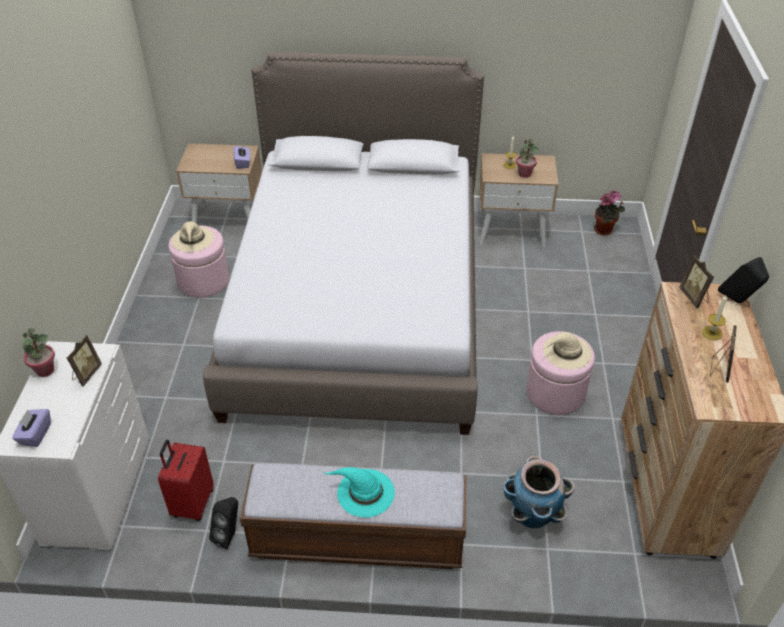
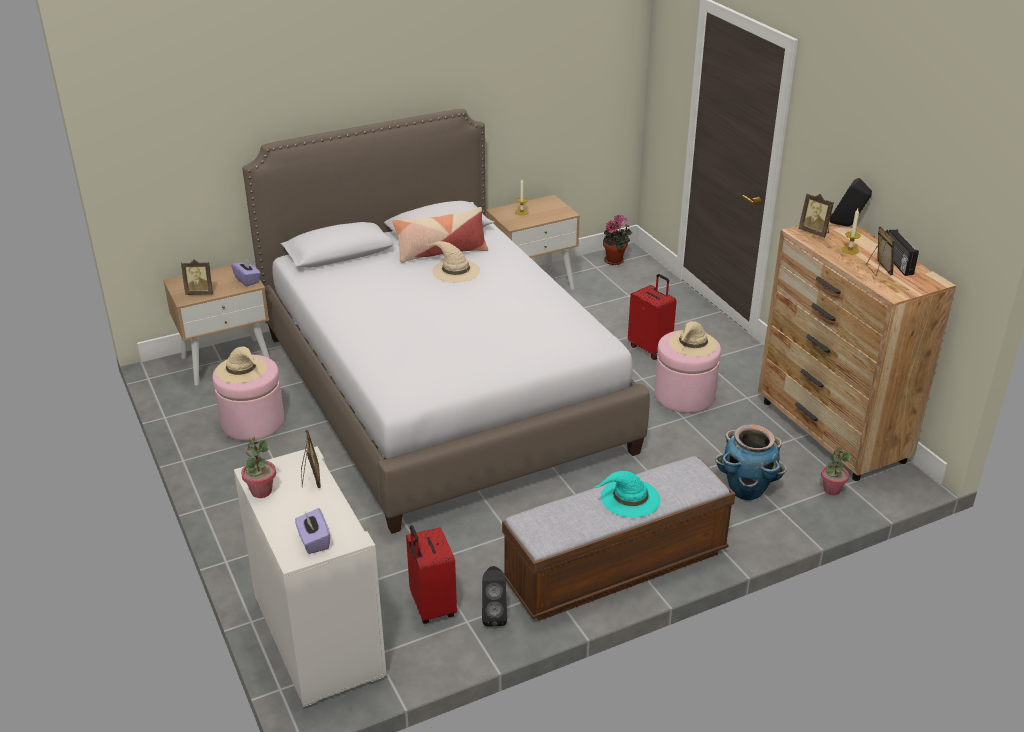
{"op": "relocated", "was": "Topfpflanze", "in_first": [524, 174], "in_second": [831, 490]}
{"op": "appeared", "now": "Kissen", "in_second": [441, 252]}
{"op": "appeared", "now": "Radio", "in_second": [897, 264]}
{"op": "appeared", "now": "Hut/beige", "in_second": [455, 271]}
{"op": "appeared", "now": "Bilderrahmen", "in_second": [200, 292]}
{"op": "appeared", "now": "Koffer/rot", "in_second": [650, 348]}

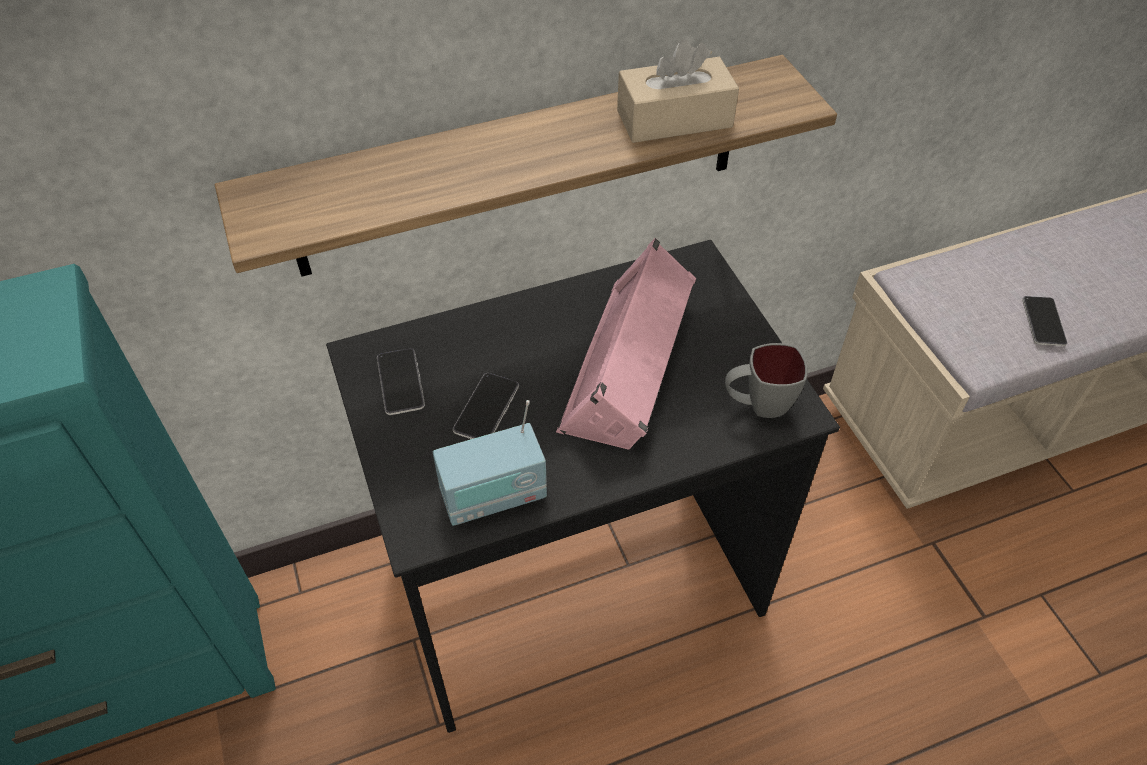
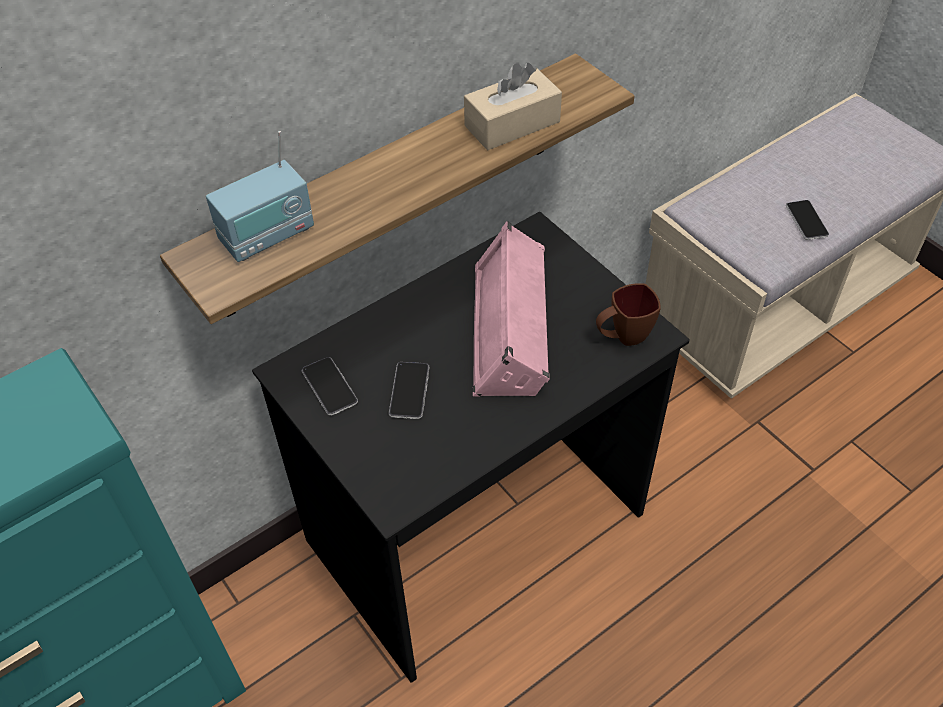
{"op": "colour", "was": "Henkelbecher/grau", "now": "Henkelbecher/braun", "in_first": [757, 406], "in_second": [622, 337]}
{"op": "relocated", "was": "Radio", "in_first": [494, 496], "in_second": [267, 236]}

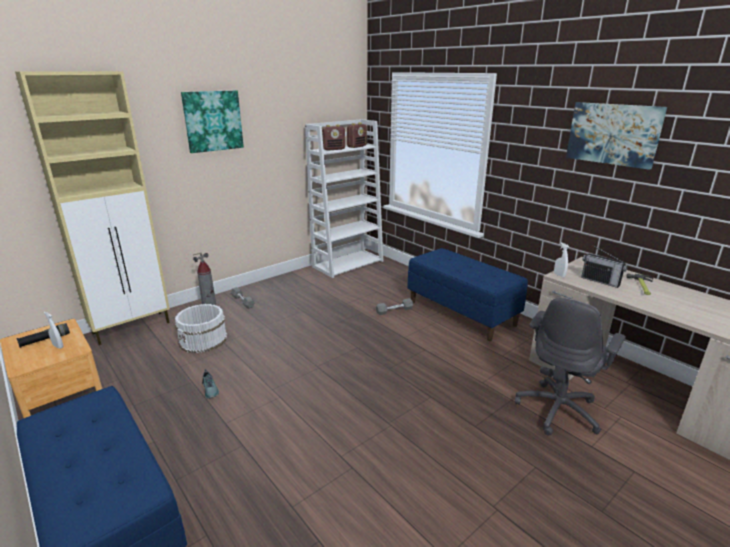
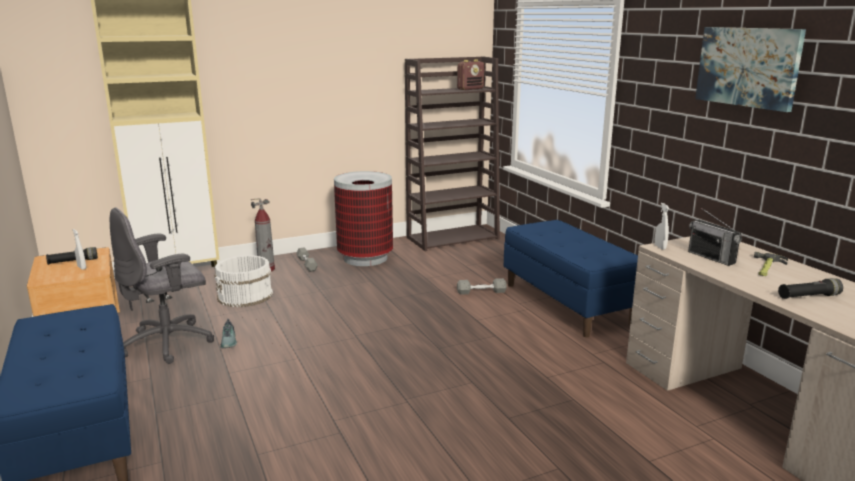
{"op": "missing", "was": "Bild", "in_first": [213, 121]}
{"op": "colour", "was": "Bücherregal/weiß", "now": "Bücherregal/braun", "in_first": [348, 263], "in_second": [453, 238]}
{"op": "missing", "was": "Radio", "in_first": [333, 149]}
{"op": "relocated", "was": "Bürostuhl/grau", "in_first": [558, 410], "in_second": [169, 343]}
{"op": "appeared", "now": "Mülleimer", "in_second": [365, 258]}
{"op": "appeared", "now": "Taschenlampe/schwarz", "in_second": [808, 297]}

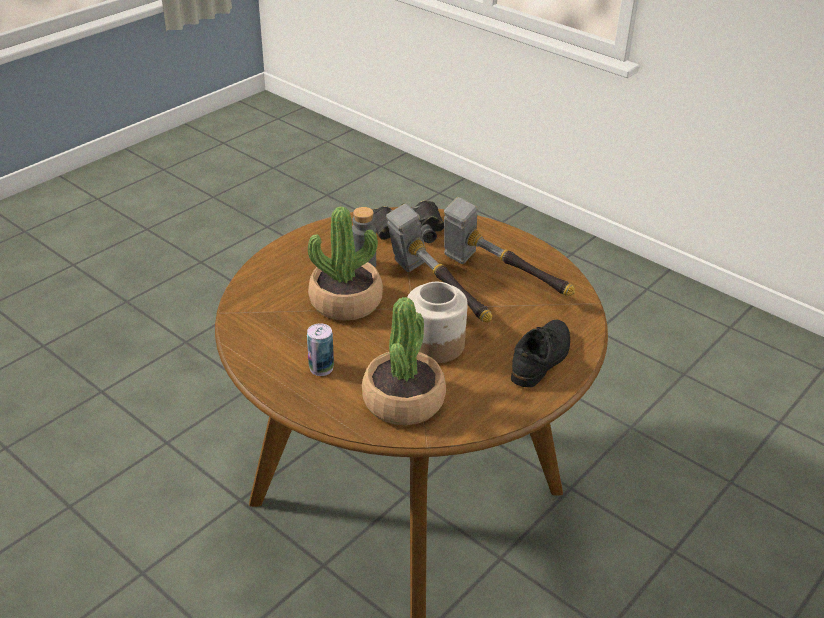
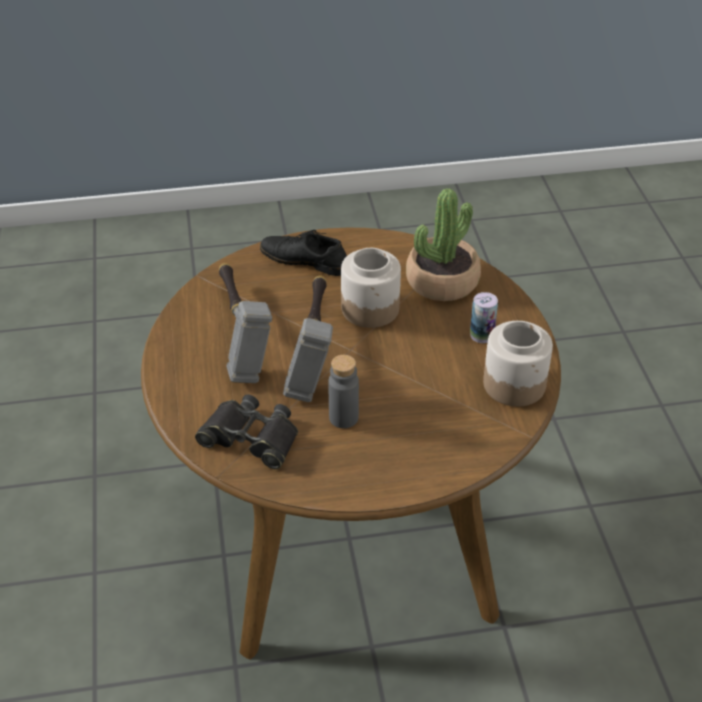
{"op": "missing", "was": "Topfpflanze", "in_first": [346, 301]}
{"op": "spun", "was": "Schuh/schwarz", "in_first": [541, 358], "in_second": [305, 260], "clockwise": 45}
{"op": "appeared", "now": "Vorratsglas", "in_second": [514, 384]}

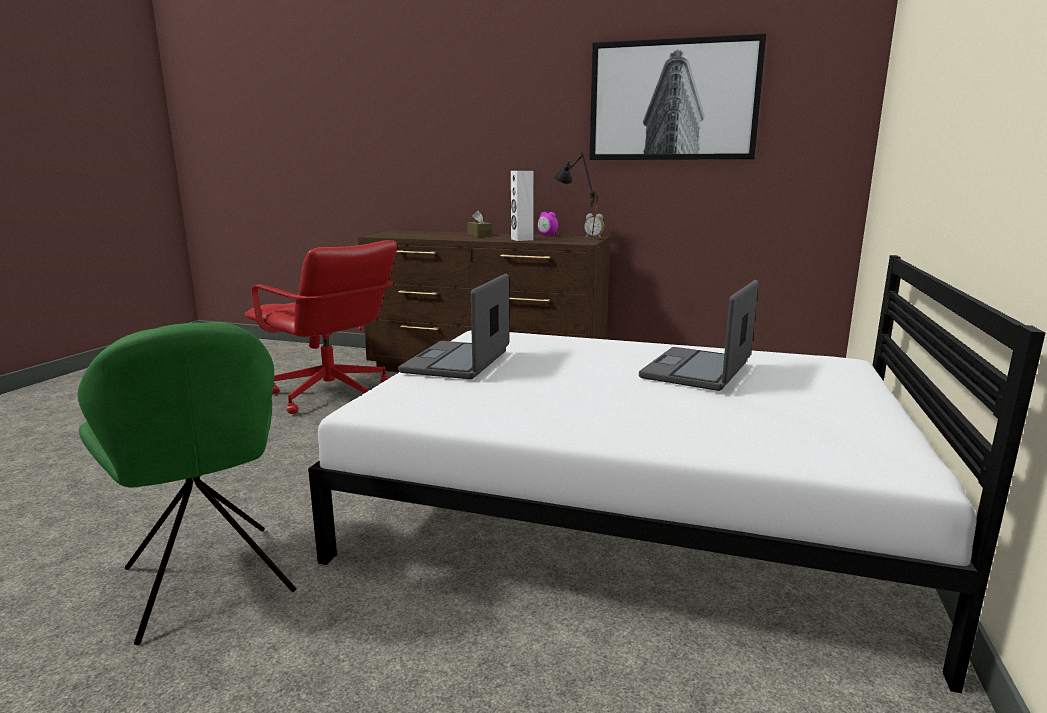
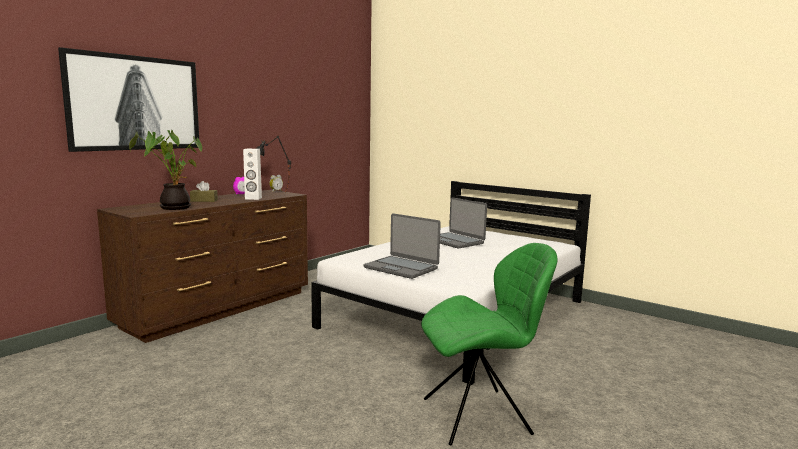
{"op": "relocated", "was": "Bild", "in_first": [673, 100], "in_second": [135, 103]}
{"op": "missing", "was": "Bürostuhl/rot", "in_first": [331, 395]}
{"op": "appeared", "now": "Topfpflanze", "in_second": [174, 207]}

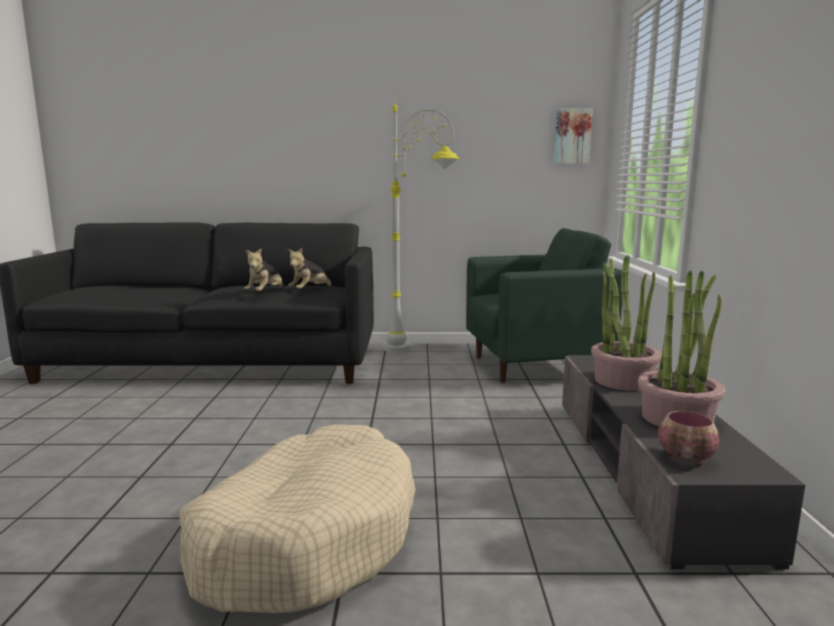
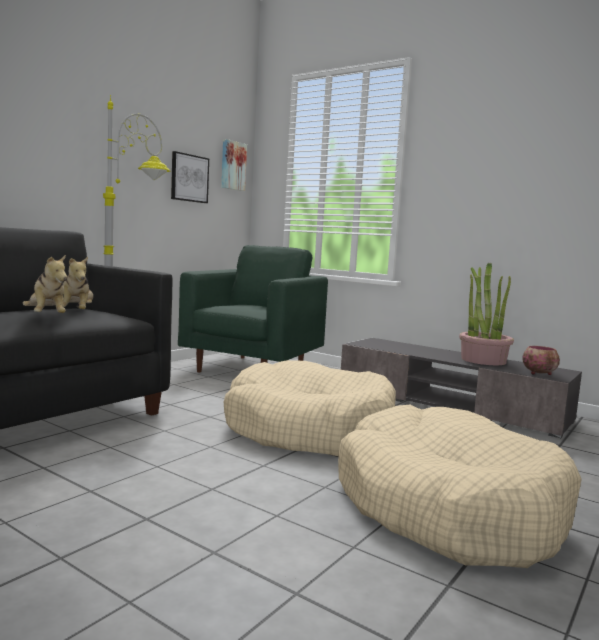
{"op": "missing", "was": "Topfpflanze", "in_first": [622, 380]}
{"op": "appeared", "now": "Bild", "in_second": [189, 178]}
{"op": "appeared", "now": "Hundebett/beige", "in_second": [309, 430]}

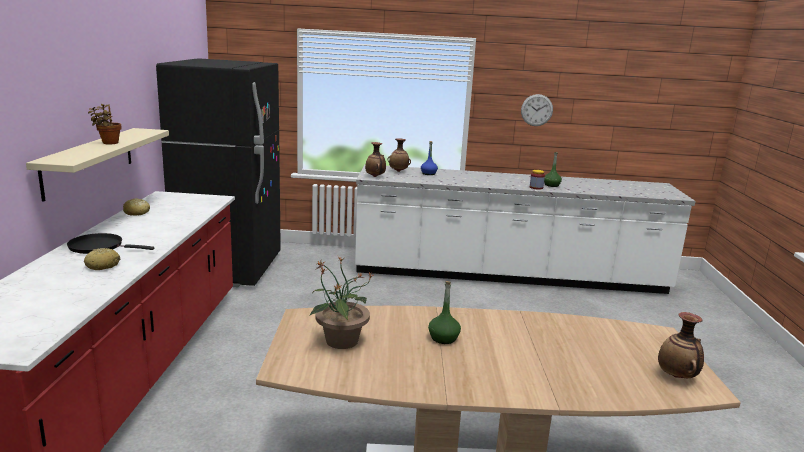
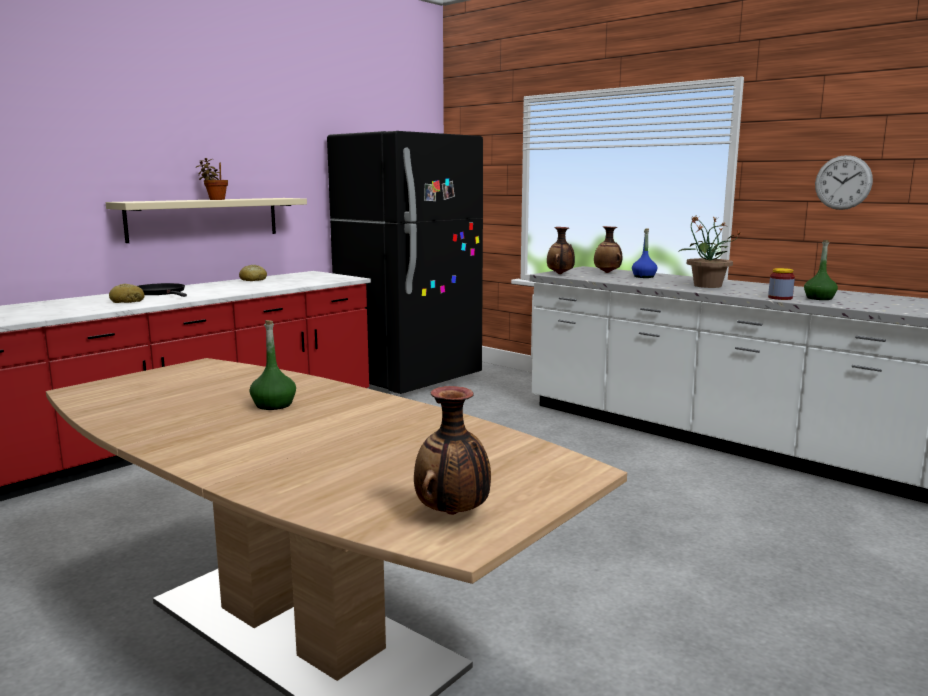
{"op": "relocated", "was": "Topfpflanze", "in_first": [341, 341], "in_second": [706, 286]}

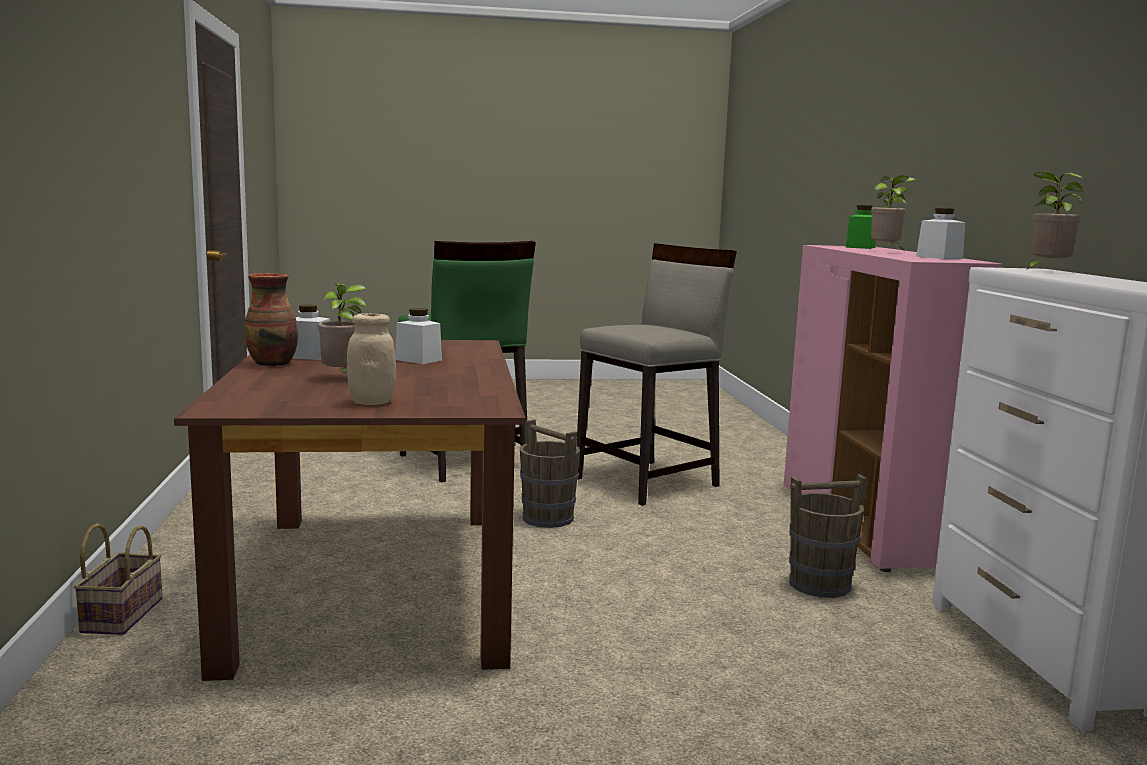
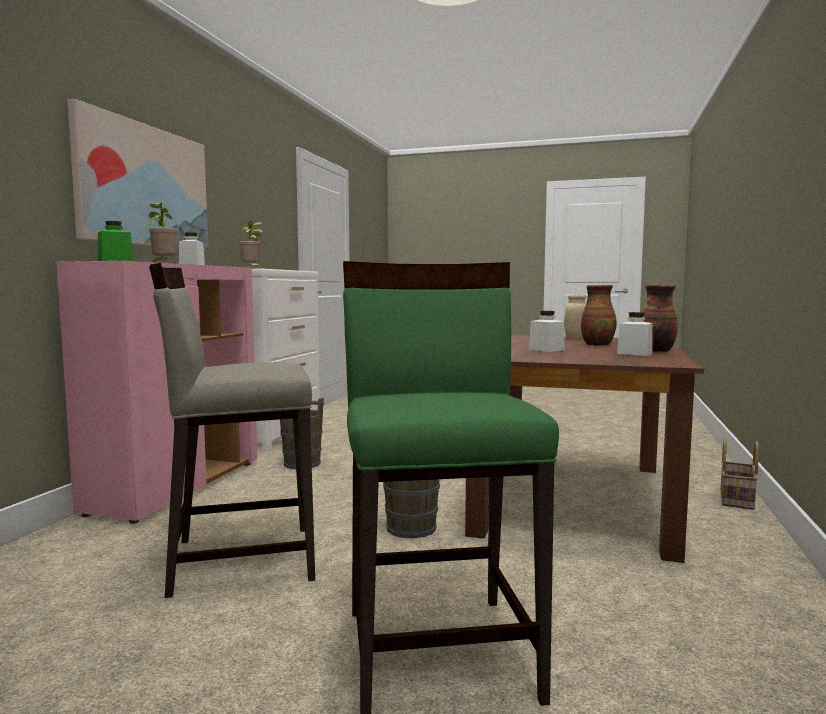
{"op": "exchanged", "was": "Topfpflanze", "now": "Vase", "in_first": [342, 378], "in_second": [597, 344]}
{"op": "appeared", "now": "Bild", "in_second": [144, 186]}

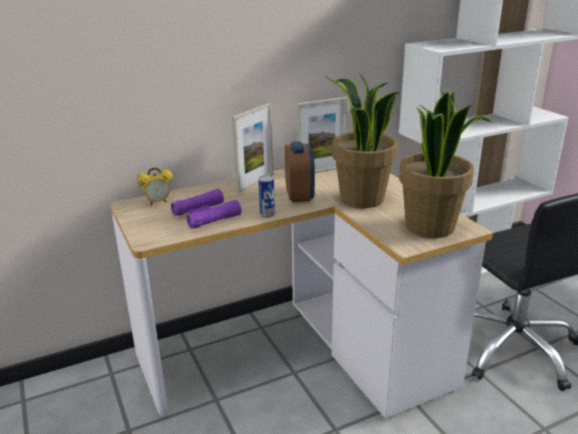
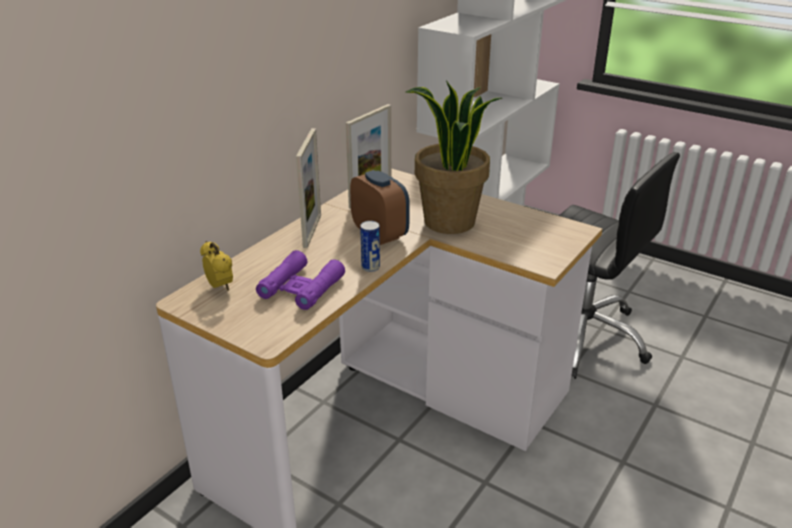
{"op": "missing", "was": "Topfpflanze", "in_first": [431, 227]}
{"op": "spun", "was": "Wecker", "in_first": [158, 202], "in_second": [220, 287], "clockwise": -75}

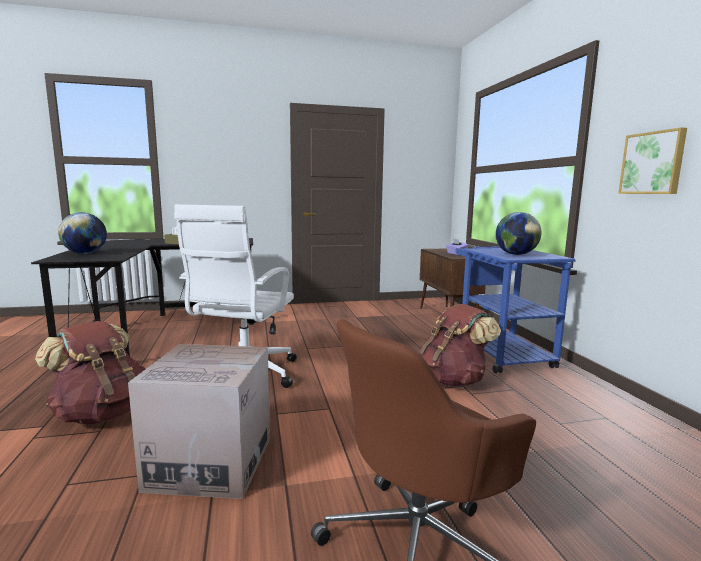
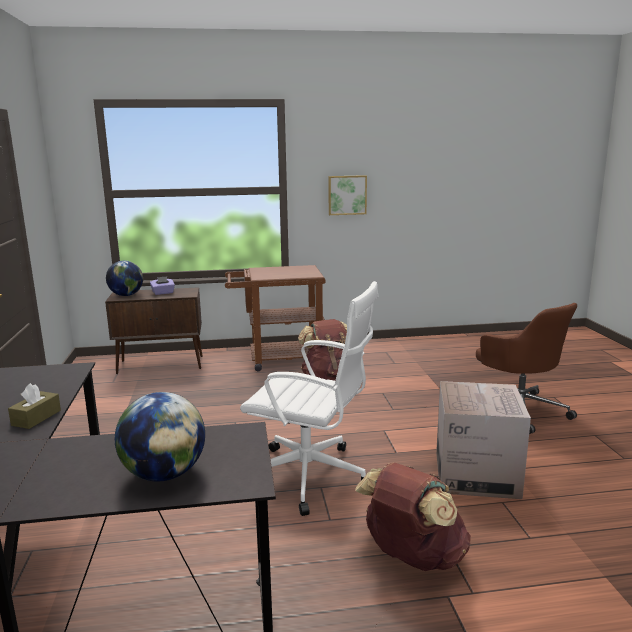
{"op": "relocated", "was": "Globus", "in_first": [516, 254], "in_second": [126, 295]}
{"op": "colour", "was": "Rollwagen/blau", "now": "Rollwagen/braun", "in_first": [499, 353], "in_second": [278, 360]}

